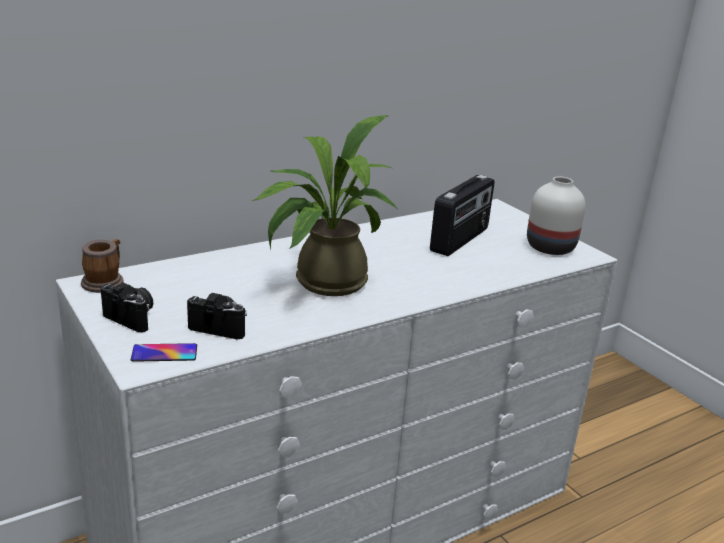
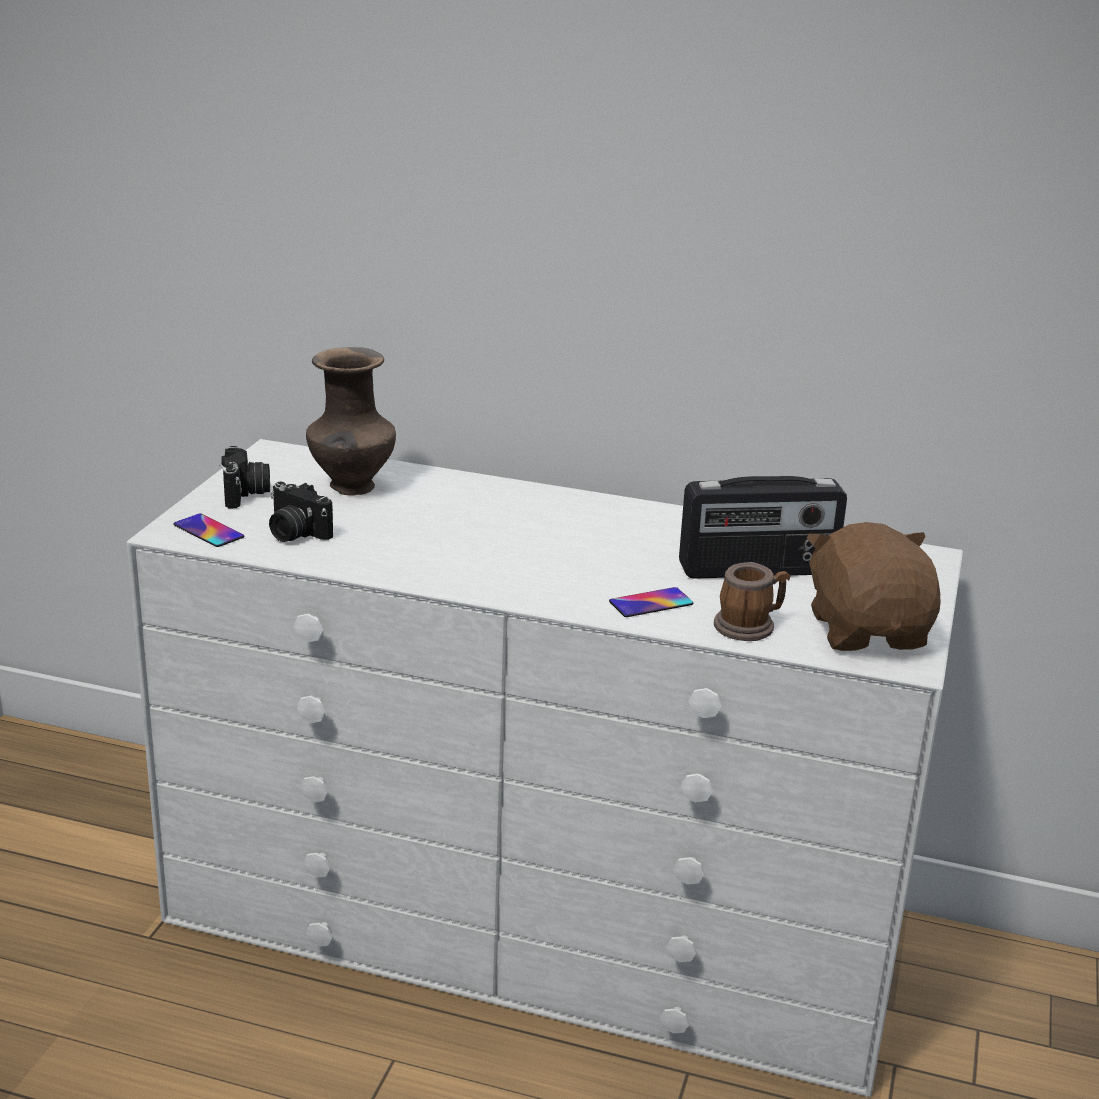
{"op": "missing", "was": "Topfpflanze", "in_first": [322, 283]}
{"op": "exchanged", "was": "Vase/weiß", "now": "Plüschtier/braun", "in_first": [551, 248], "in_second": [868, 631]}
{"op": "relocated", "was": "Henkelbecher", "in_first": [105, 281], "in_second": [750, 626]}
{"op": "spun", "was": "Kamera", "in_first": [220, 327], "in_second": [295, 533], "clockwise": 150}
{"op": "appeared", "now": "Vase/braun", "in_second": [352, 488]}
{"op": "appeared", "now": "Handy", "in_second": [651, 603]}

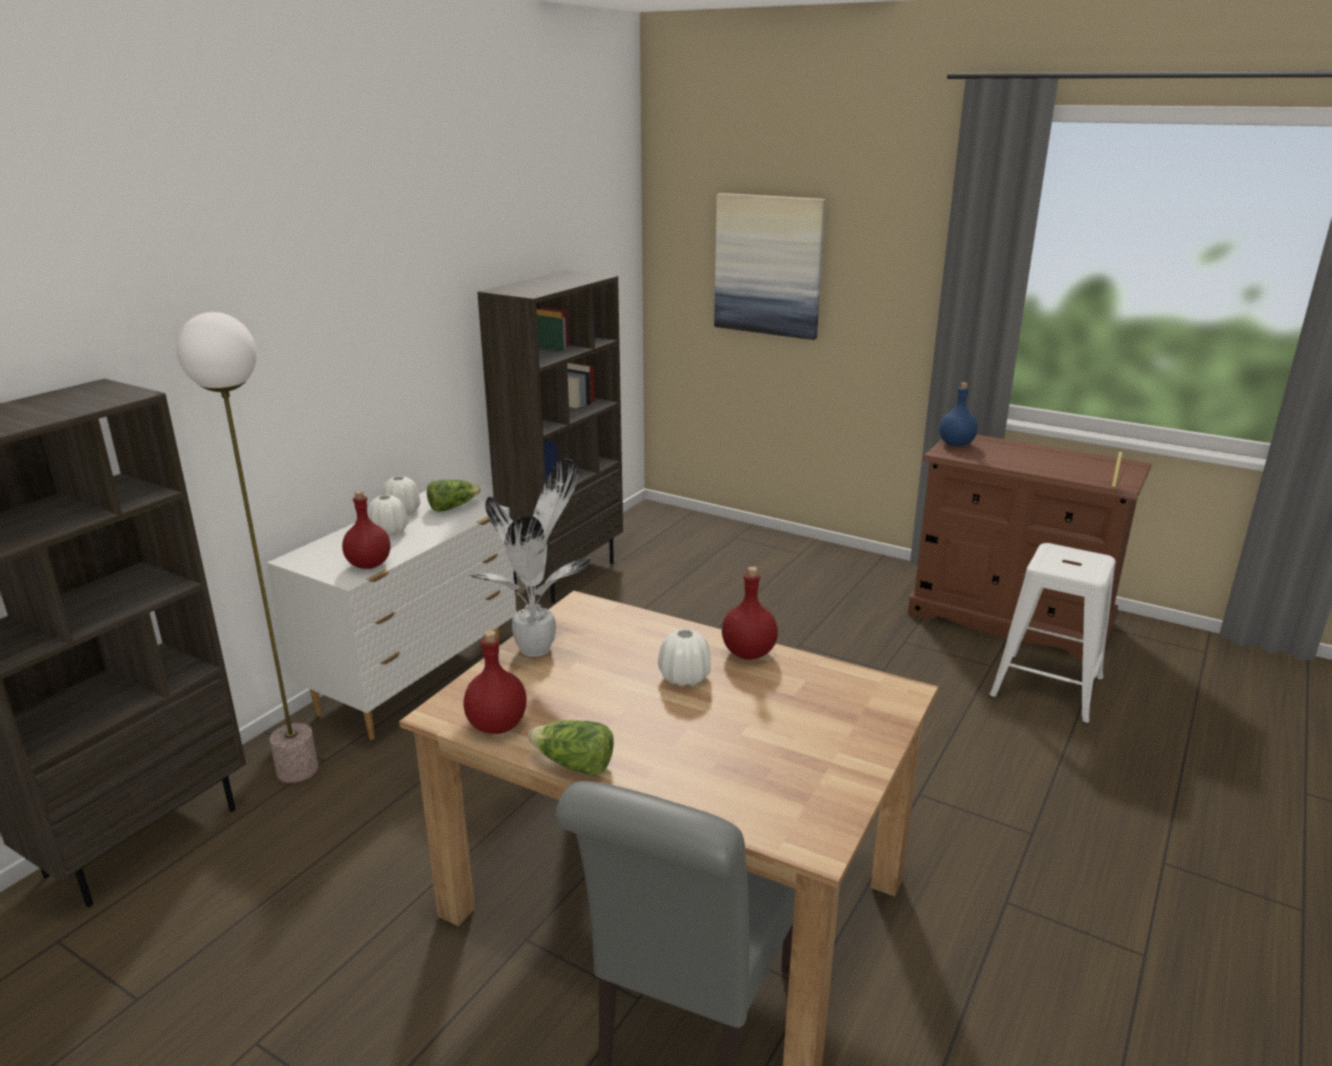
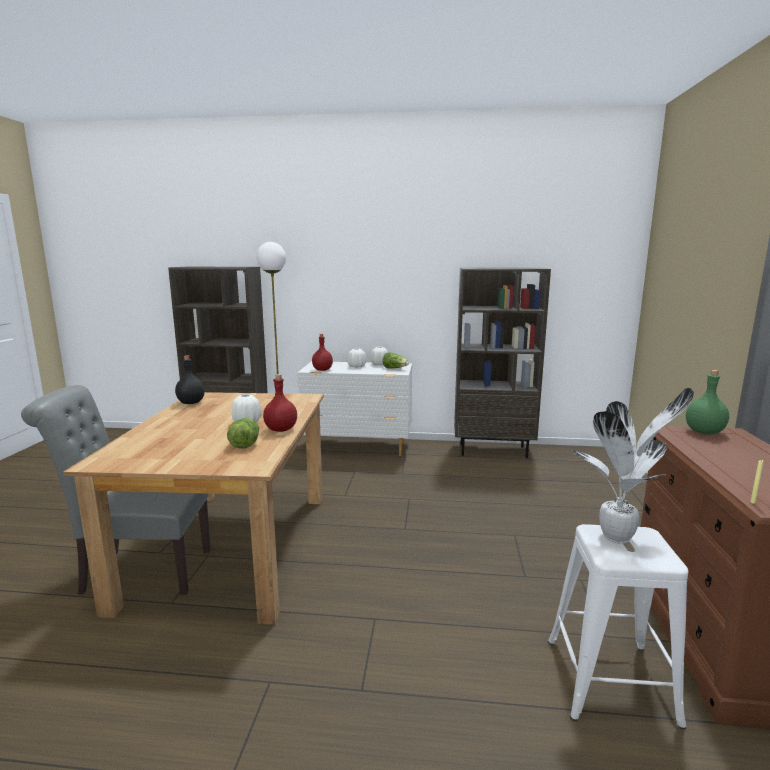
{"op": "missing", "was": "Bild", "in_first": [768, 265]}
{"op": "colour", "was": "Flasche/blau", "now": "Flasche/grün", "in_first": [956, 444], "in_second": [704, 432]}
{"op": "relocated", "was": "Topfpflanze", "in_first": [538, 648], "in_second": [619, 537]}
{"op": "colour", "was": "Flasche/rot", "now": "Flasche/schwarz", "in_first": [498, 726], "in_second": [191, 403]}
{"op": "relocated", "was": "Salatkopf", "in_first": [574, 765], "in_second": [245, 443]}

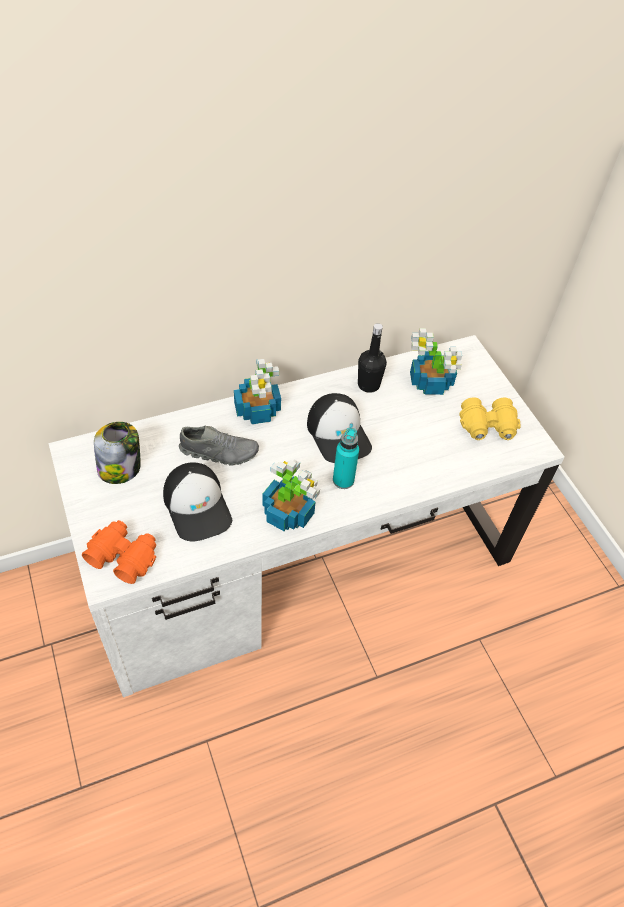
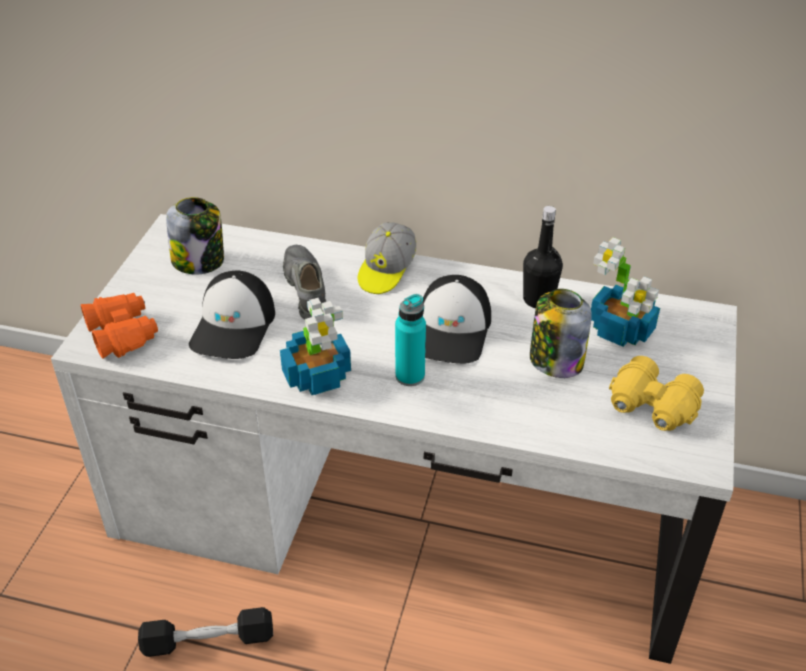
{"op": "exchanged", "was": "Topfpflanze", "now": "Kappe", "in_first": [258, 410], "in_second": [386, 270]}
{"op": "spun", "was": "Schuh/grau", "in_first": [219, 452], "in_second": [306, 290], "clockwise": -150}
{"op": "appeared", "now": "Vorratsglas", "in_second": [555, 360]}
{"op": "appeared", "now": "Hantel/schwarz", "in_second": [208, 641]}

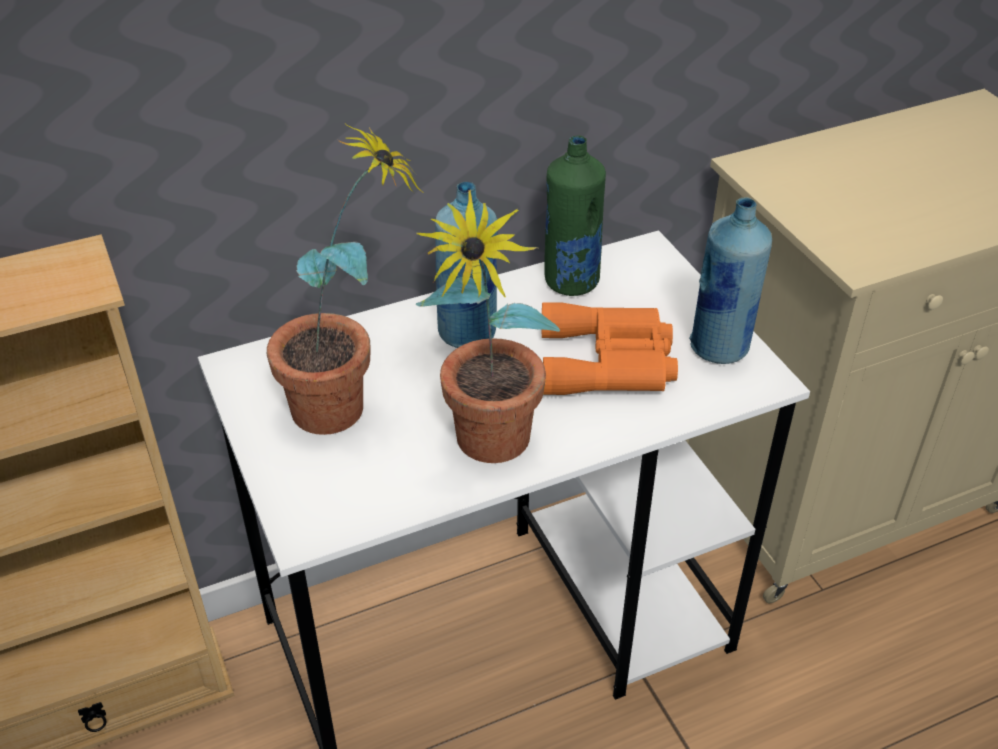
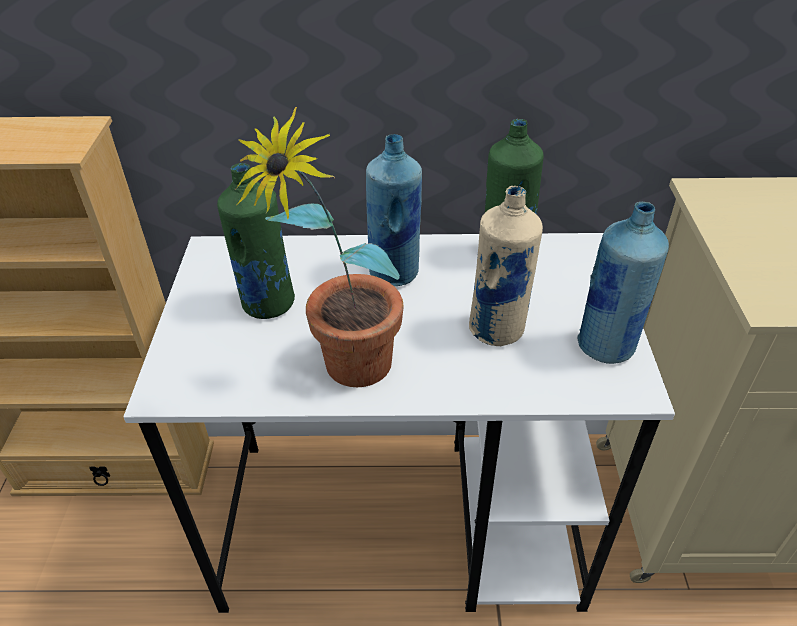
{"op": "exchanged", "was": "Topfpflanze", "now": "Flasche/grün", "in_first": [351, 406], "in_second": [267, 304]}
{"op": "exchanged", "was": "Fernglas/orange", "now": "Flasche/beige", "in_first": [610, 362], "in_second": [497, 330]}

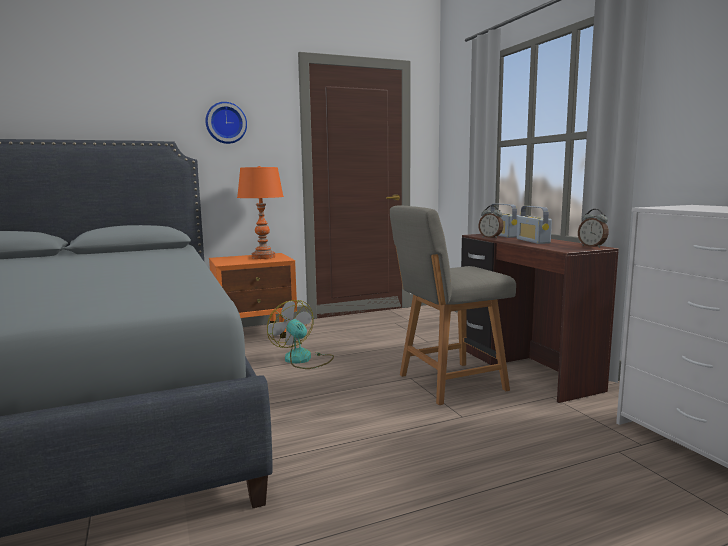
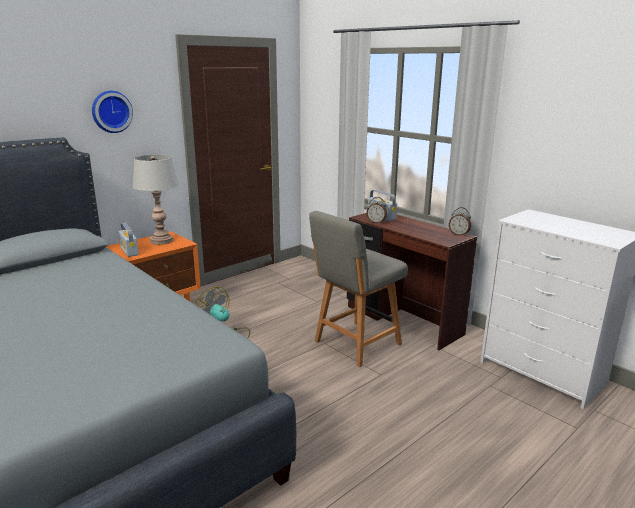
{"op": "colour", "was": "Tischlampe/orange", "now": "Tischlampe/grau", "in_first": [263, 257], "in_second": [161, 241]}
{"op": "relocated", "was": "Radio", "in_first": [533, 241], "in_second": [129, 251]}

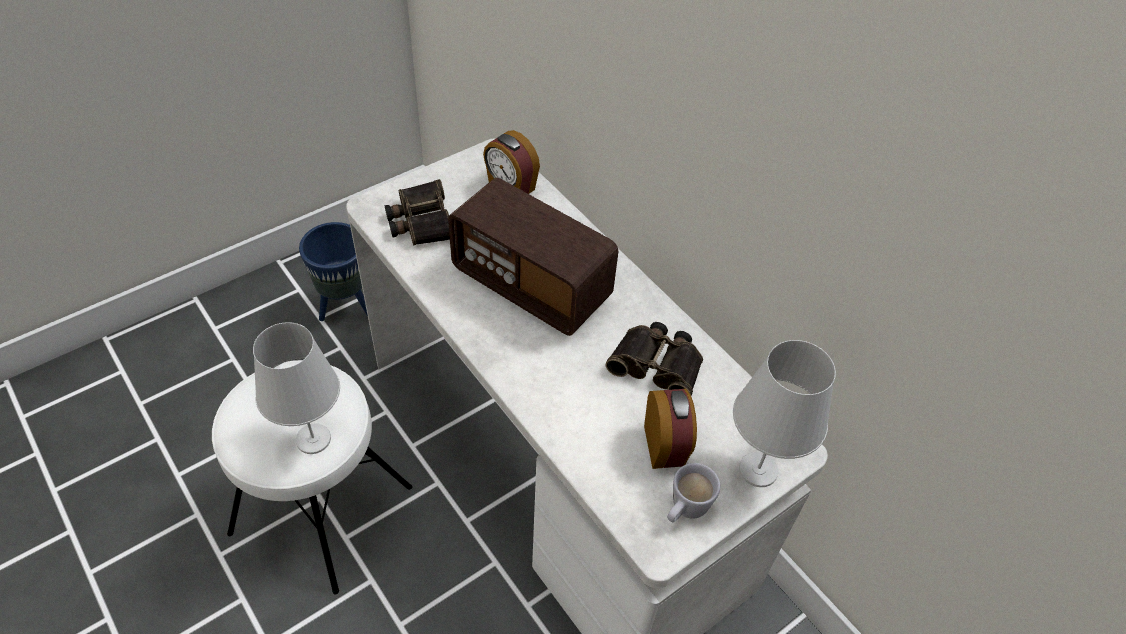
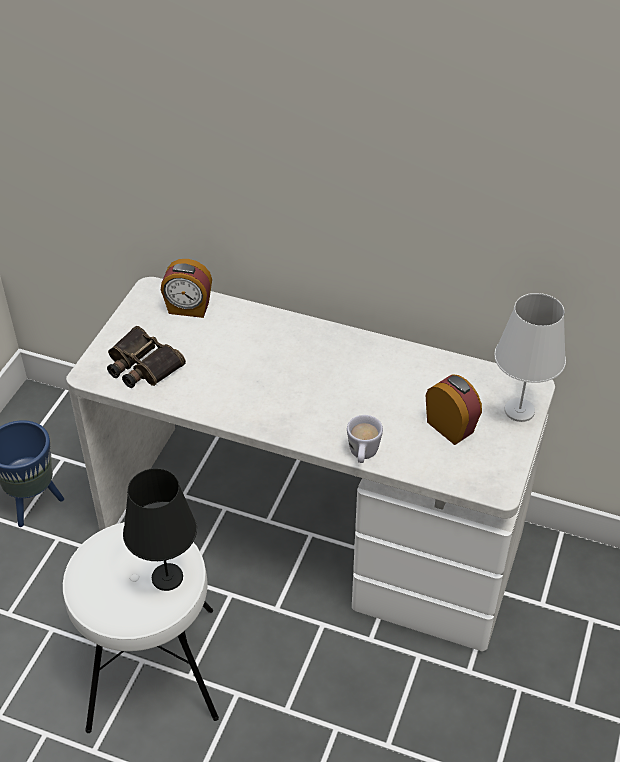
{"op": "missing", "was": "Radio", "in_first": [531, 285]}
{"op": "colour", "was": "Tischlampe/weiß", "now": "Tischlampe/schwarz", "in_first": [314, 439], "in_second": [168, 577]}
{"op": "missing", "was": "Fernglas", "in_first": [658, 364]}
{"op": "relocated", "was": "Henkelbecher/weiß", "in_first": [685, 510], "in_second": [362, 455]}

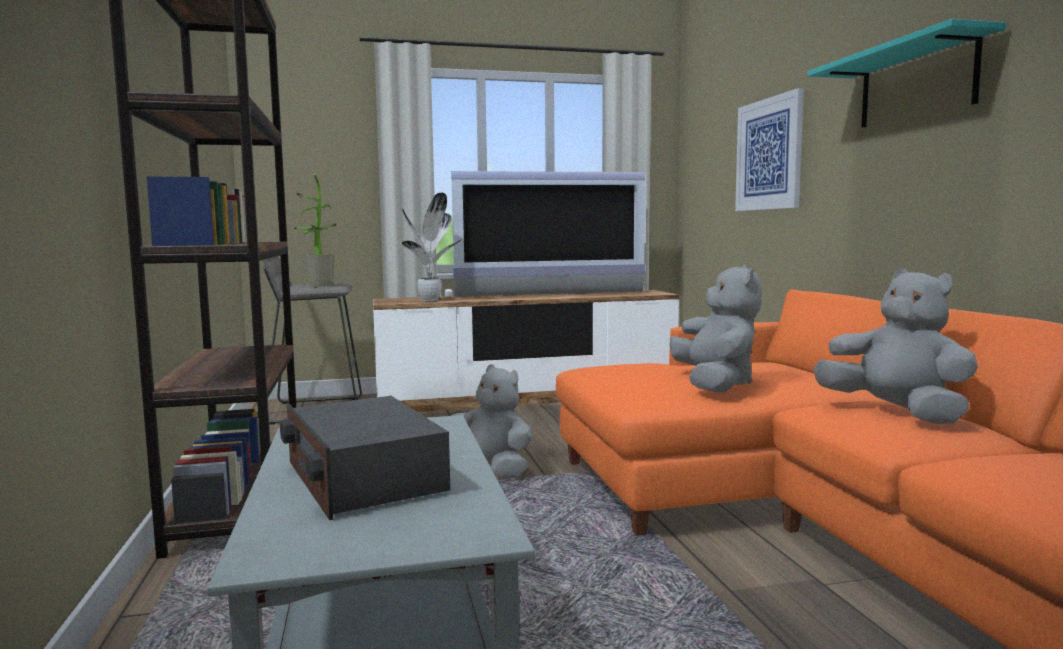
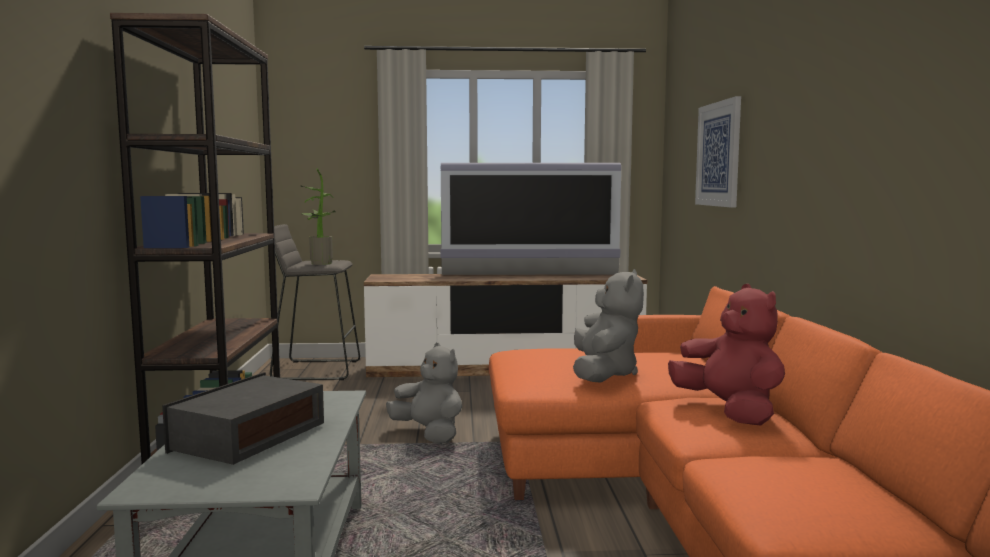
{"op": "missing", "was": "Wandregal/türkis", "in_first": [916, 84]}
{"op": "missing", "was": "Topfpflanze", "in_first": [430, 300]}
{"op": "colour", "was": "Plüschtier/grau", "now": "Plüschtier/rot", "in_first": [895, 413], "in_second": [729, 412]}
{"op": "spun", "was": "Radio", "in_first": [363, 478], "in_second": [248, 437], "clockwise": 45}

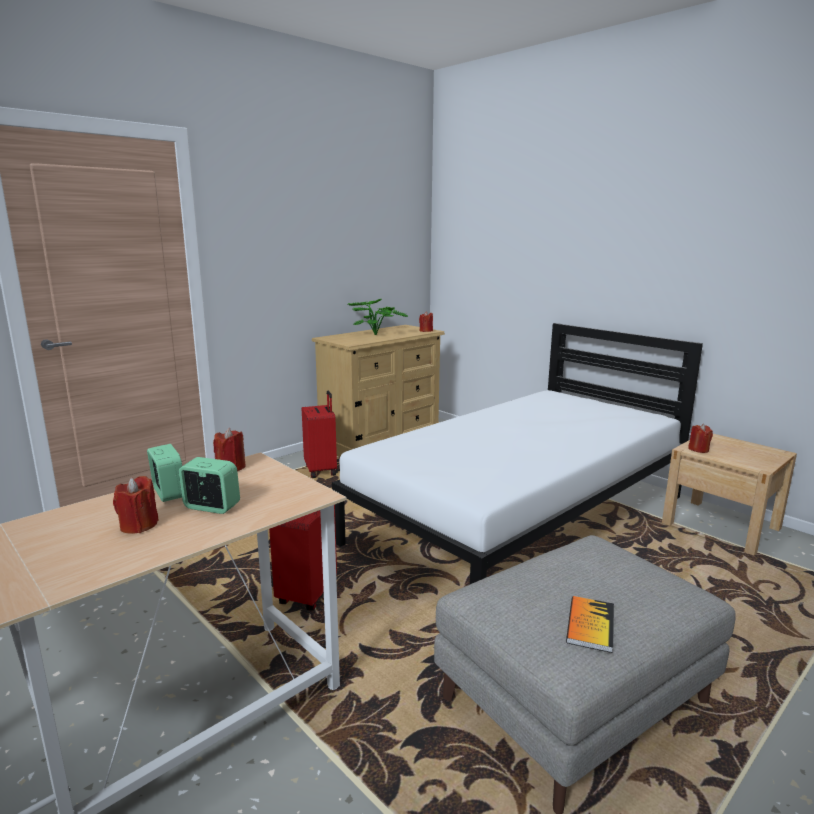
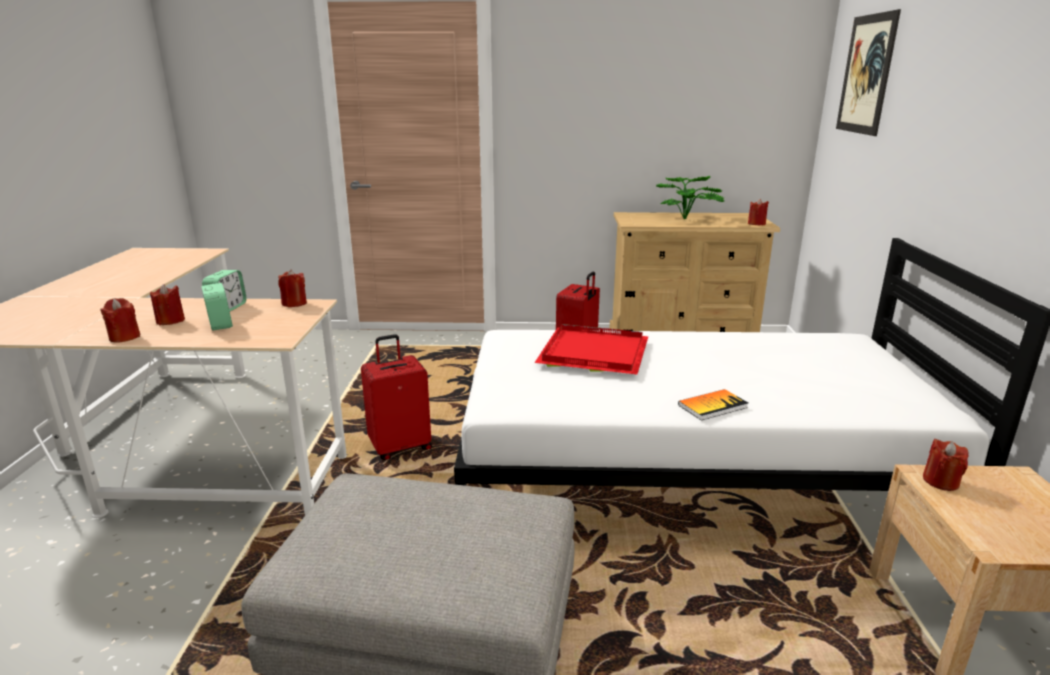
{"op": "relocated", "was": "Buch", "in_first": [590, 625], "in_second": [712, 406]}
{"op": "appeared", "now": "Bild", "in_second": [866, 74]}
{"op": "appeared", "now": "Kerze/rot", "in_second": [124, 337]}
{"op": "appeared", "now": "Tablett/rot", "in_second": [591, 353]}

